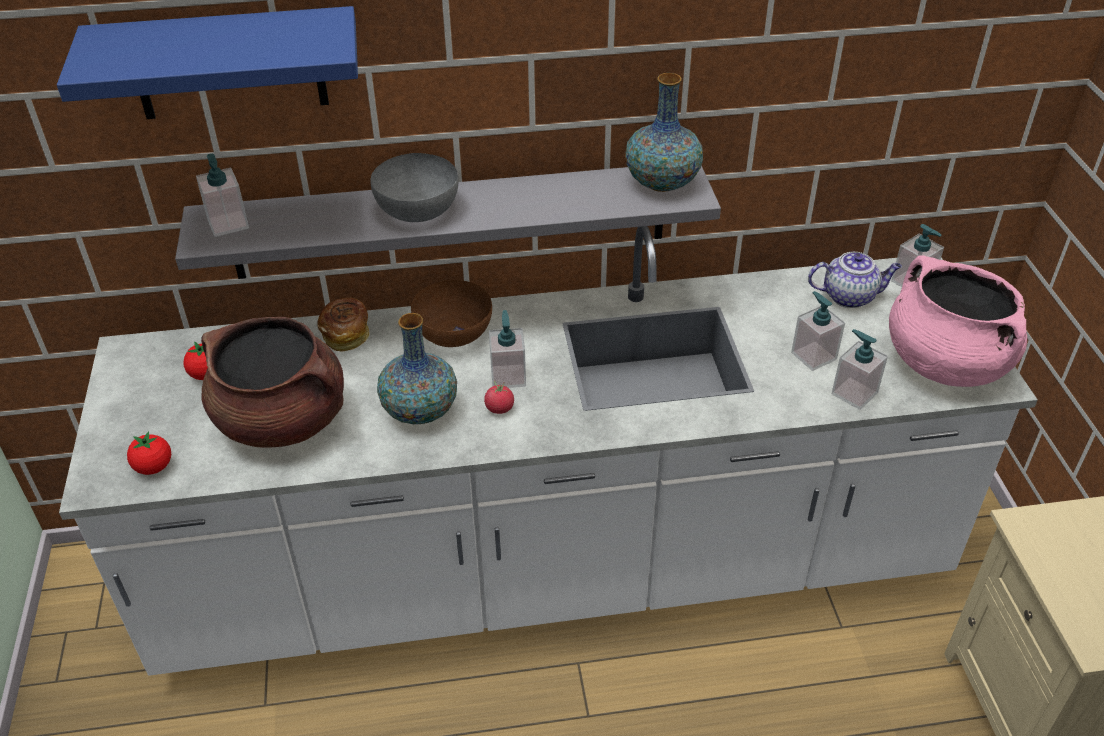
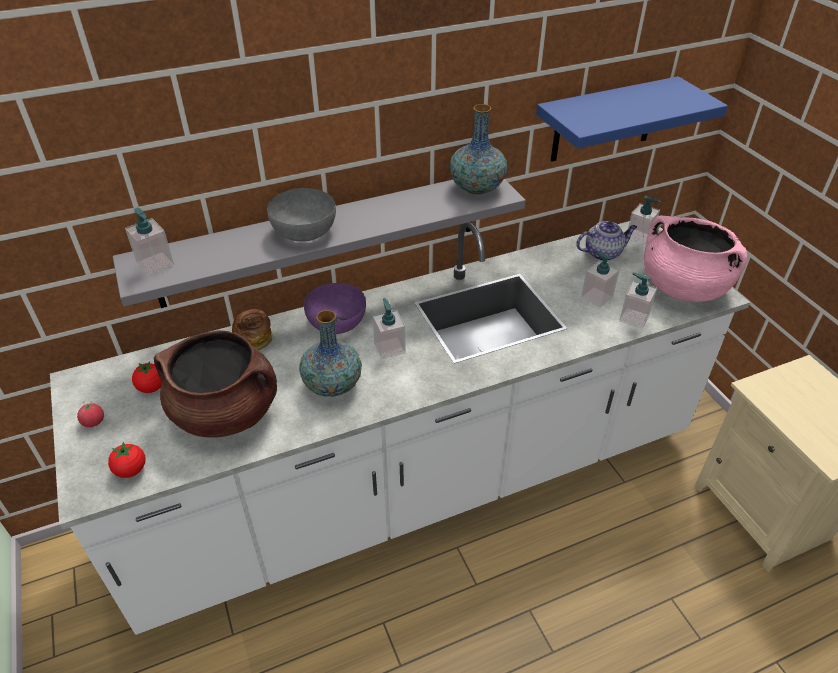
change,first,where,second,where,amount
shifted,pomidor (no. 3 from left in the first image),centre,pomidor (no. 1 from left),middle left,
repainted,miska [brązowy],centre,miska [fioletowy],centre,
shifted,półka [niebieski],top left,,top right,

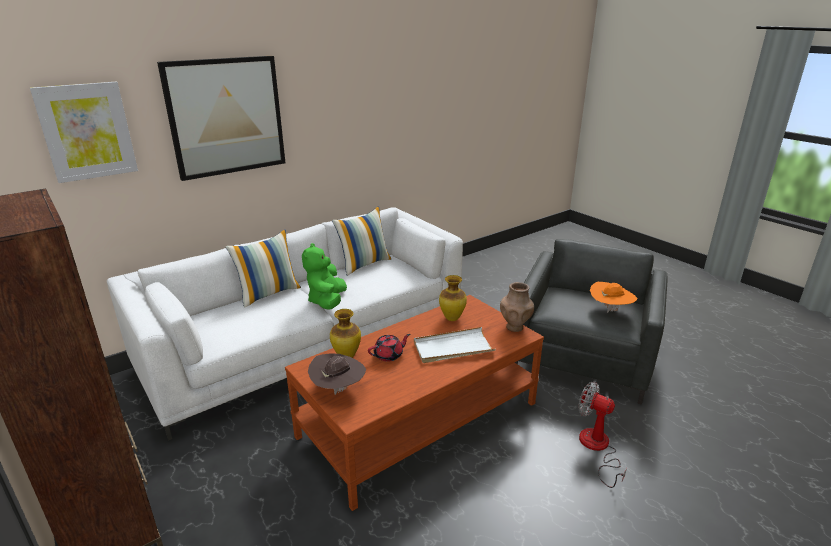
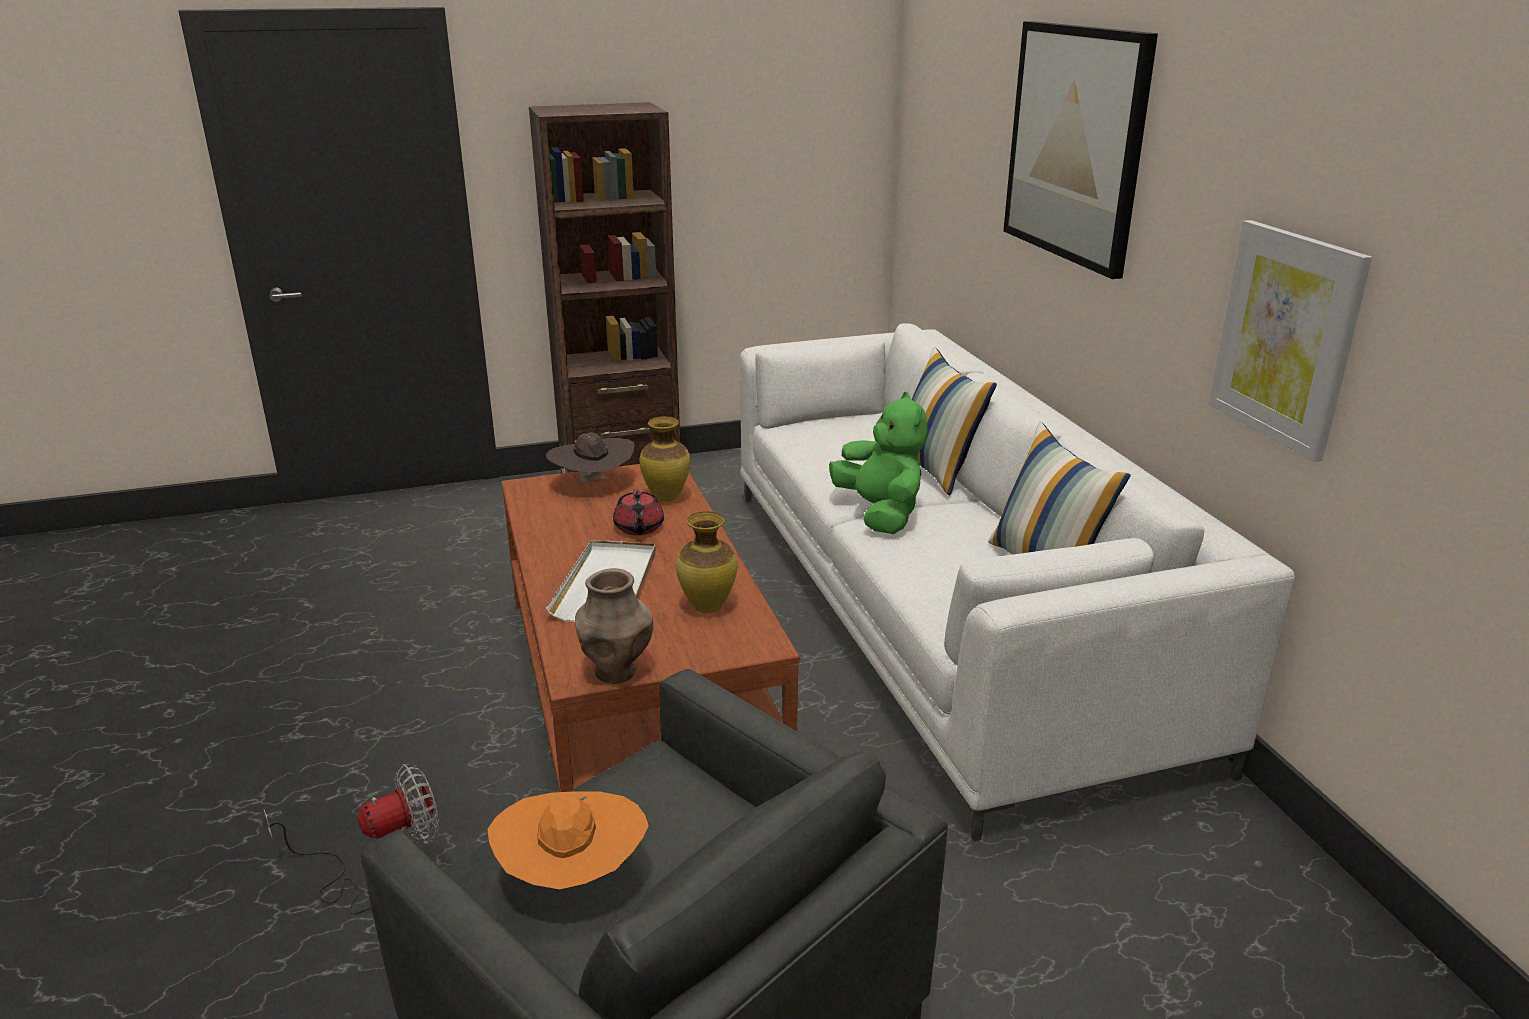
change,first,where,second,where,amount
rotated,pluszak [zielony],centre,,centre,45 degrees clockwise
shifted,obraz (no. 1 from left in the first image),top left,obraz (no. 2 from left),middle right,

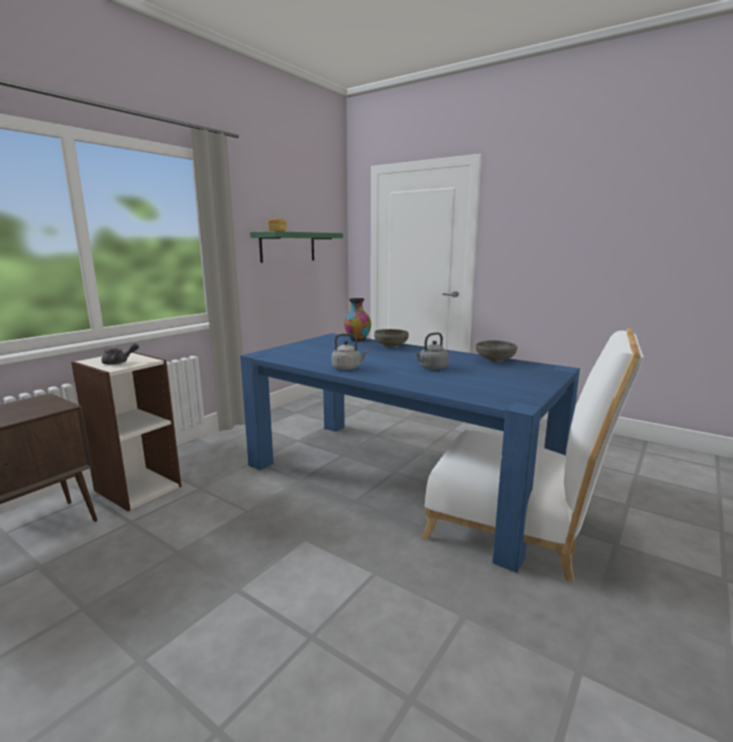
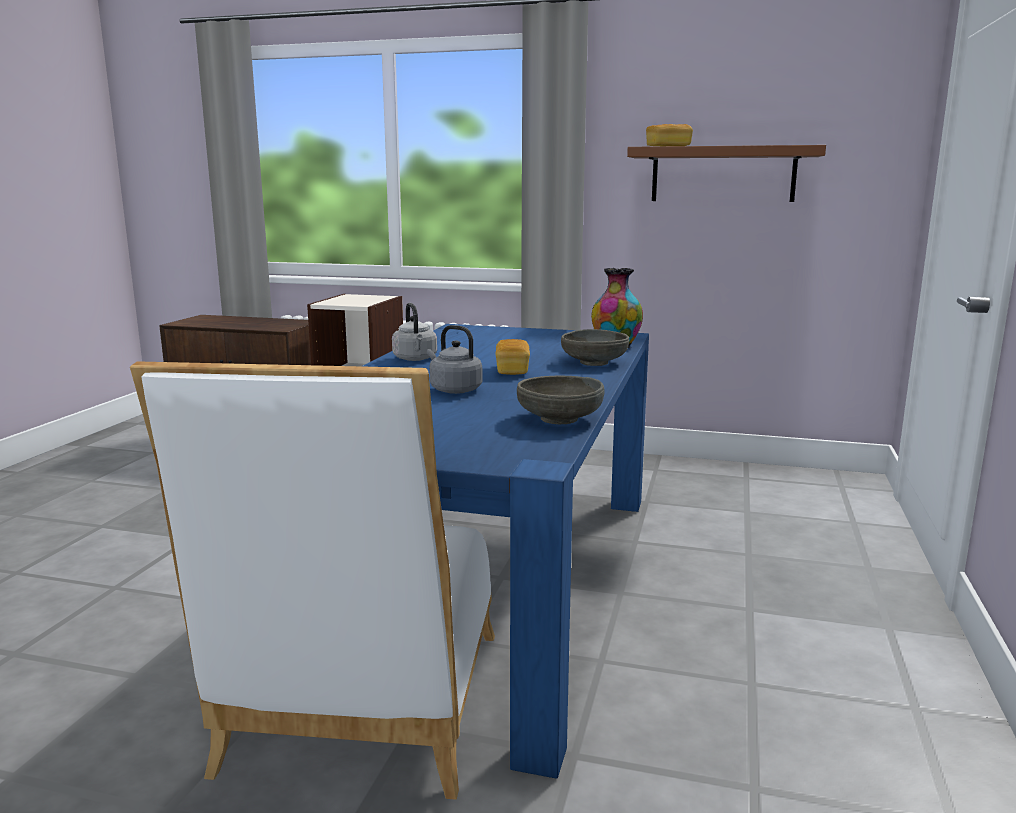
change,first,where,second,where,amount
new,,,chleb (no. 1 from left),centre,
repainted,półka [zielony],top centre,półka [brązowy],top right,
gone,imbryk [szary],middle left,,,

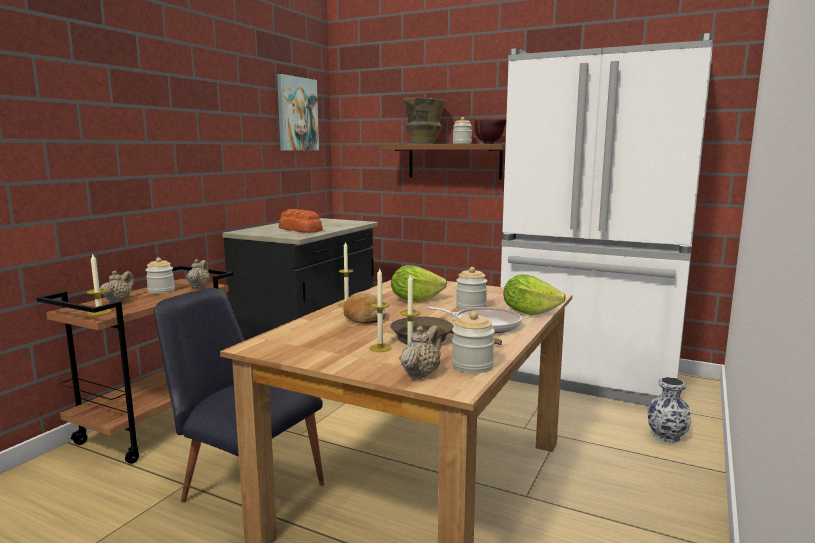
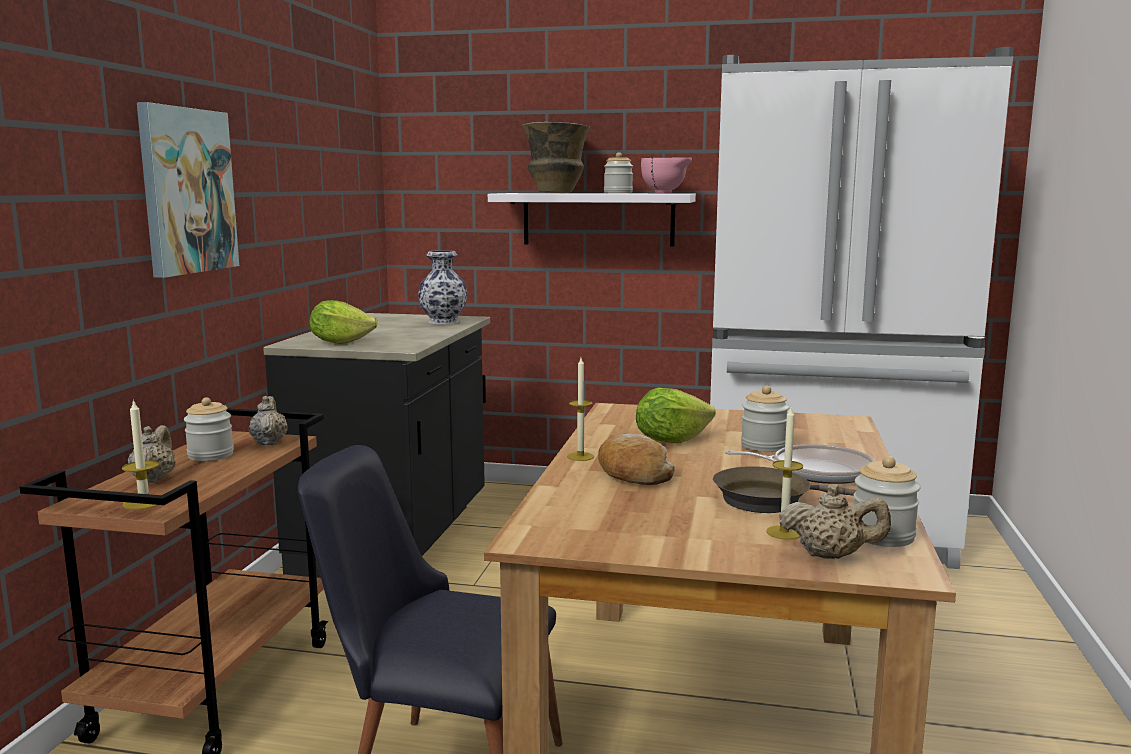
change,first,where,second,where,amount
shifted,obraz,top centre,,top left,
shifted,sałata (no. 2 from left in the first image),centre,sałata (no. 1 from left),middle left,
shifted,wazon (no. 2 from left in the first image),bottom right,wazon (no. 1 from left),centre,
repainted,półka [brązowy],top centre,półka [biały],top centre,
repainted,miska [brązowy],top centre,miska [różowy],top centre,
rotated,imbryk [beżowy] (no. 3 from left),centre,,bottom right,90 degrees clockwise
gone,chleb (no. 1 from left),centre,,,
gone,świeca (no. 3 from left),centre,,,

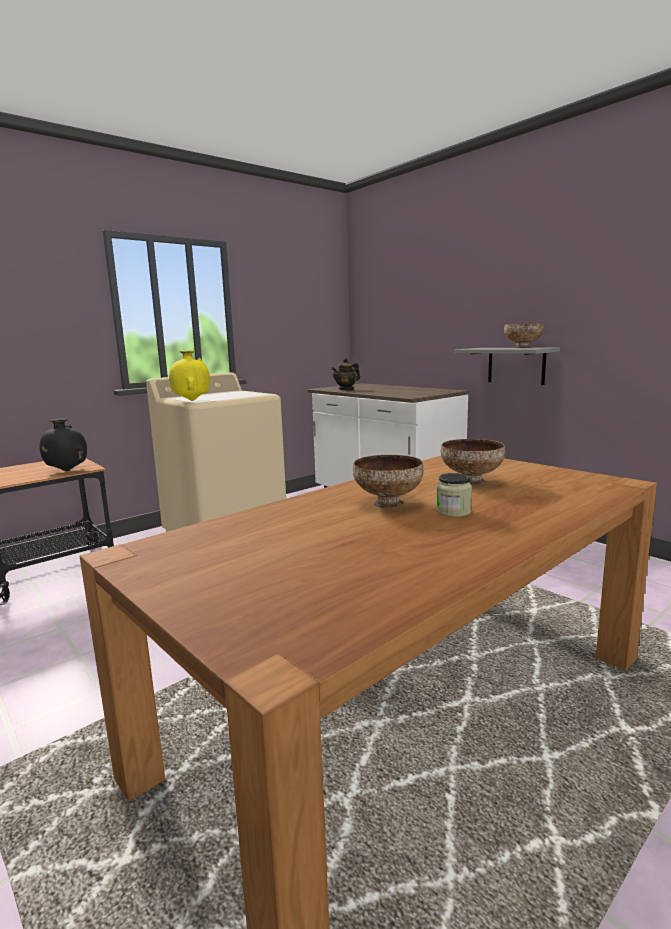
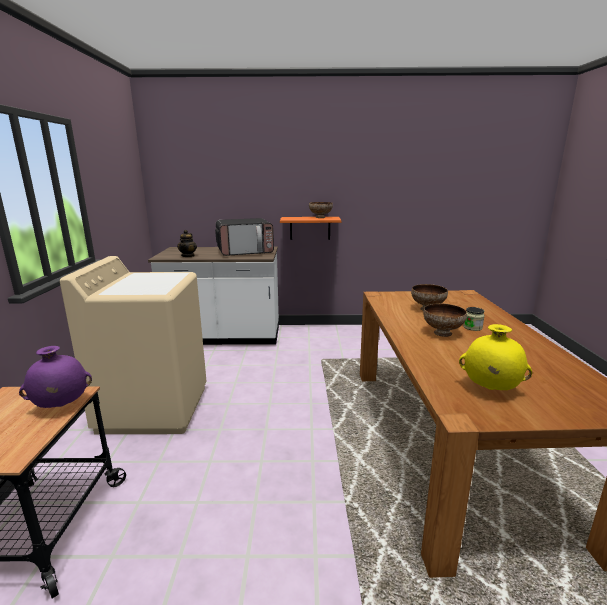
change,first,where,second,where,amount
repainted,wazon [czarny],middle left,wazon [fioletowy],middle left,
new,,,mikrofalówka,centre,
repainted,półka [szary],middle right,półka [pomarańczowy],centre,
shifted,wazon [żółty],middle left,,middle right,

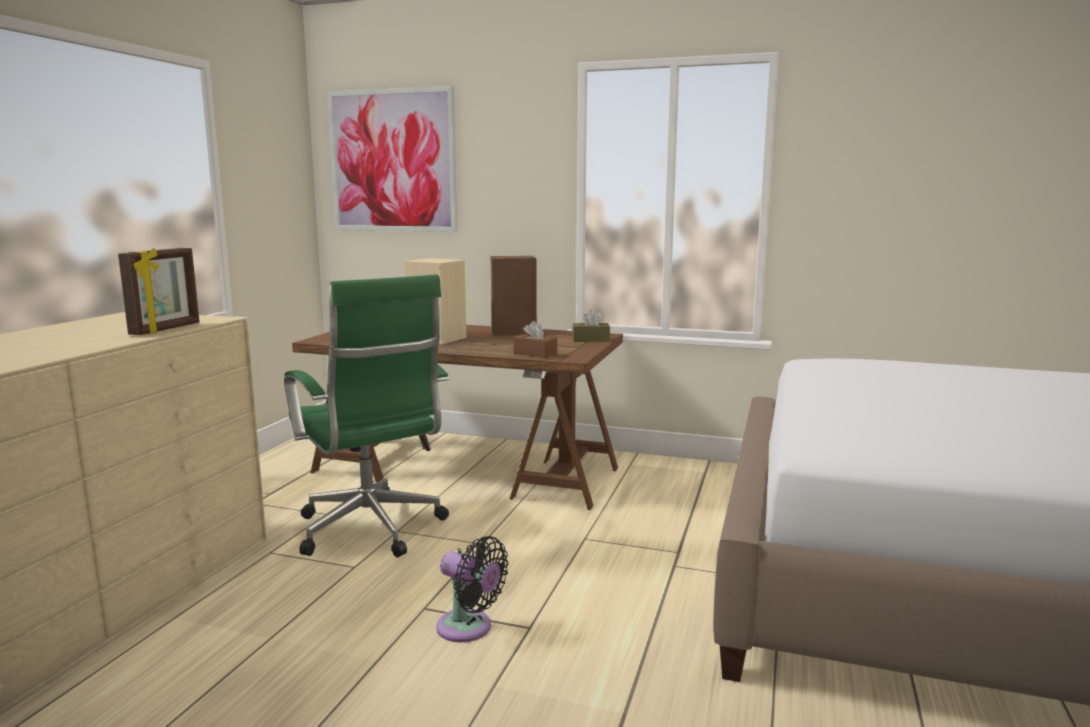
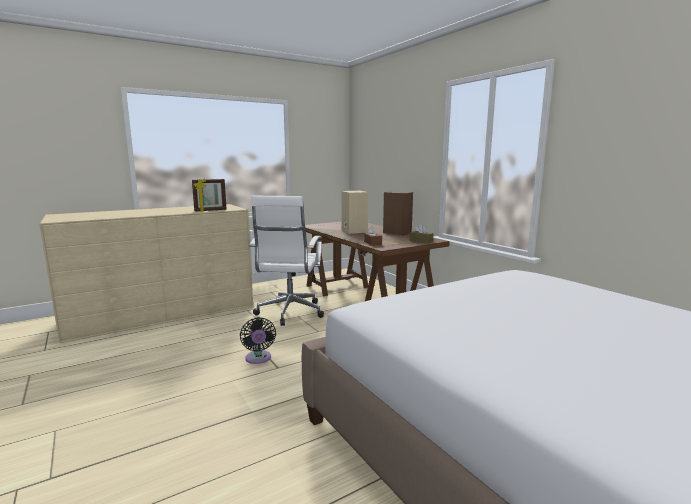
change,first,where,second,where,amount
repainted,krzesło biurowe [zielony],centre,krzesło biurowe [biały],centre,
gone,obraz,top centre,,,

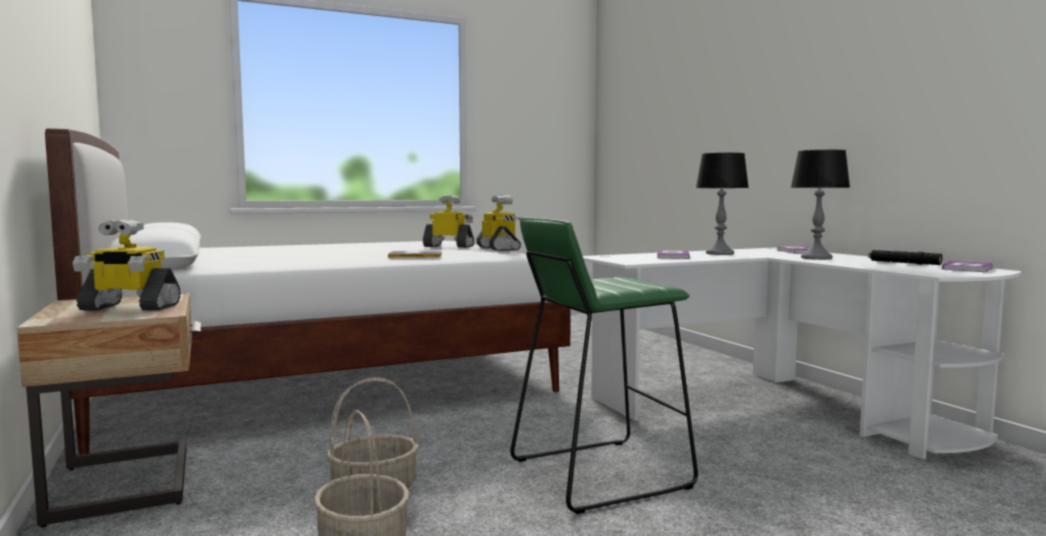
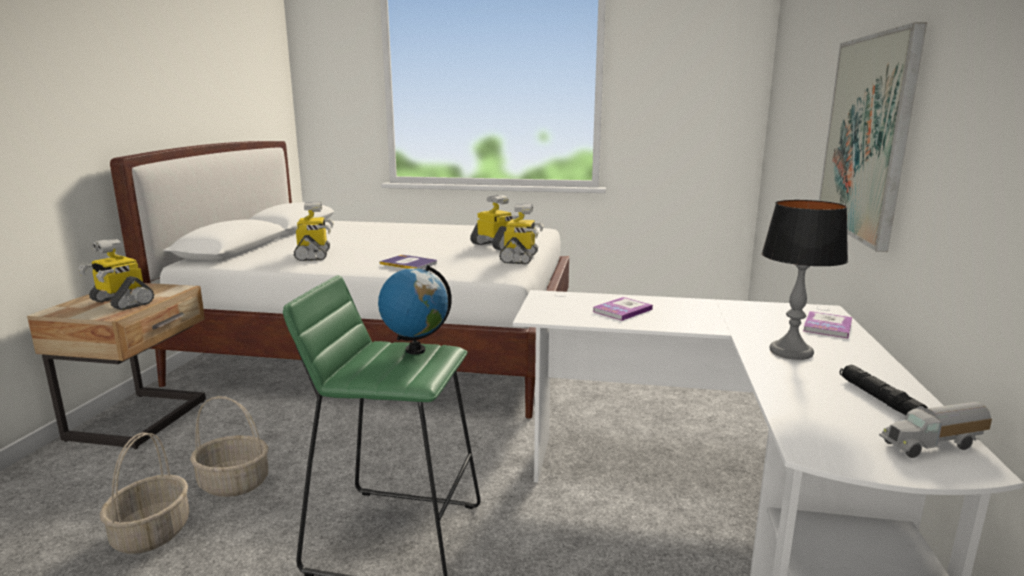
change,first,where,second,where,amount
new,,,robot zabawkowy (no. 2 from left),middle left,
new,,,globus,centre,
new,,,obraz,top right,
swapped,książka (no. 4 from left),middle right,ciężarówka zabawkowa,bottom right,
gone,lampa stołowa (no. 1 from left),middle right,,,

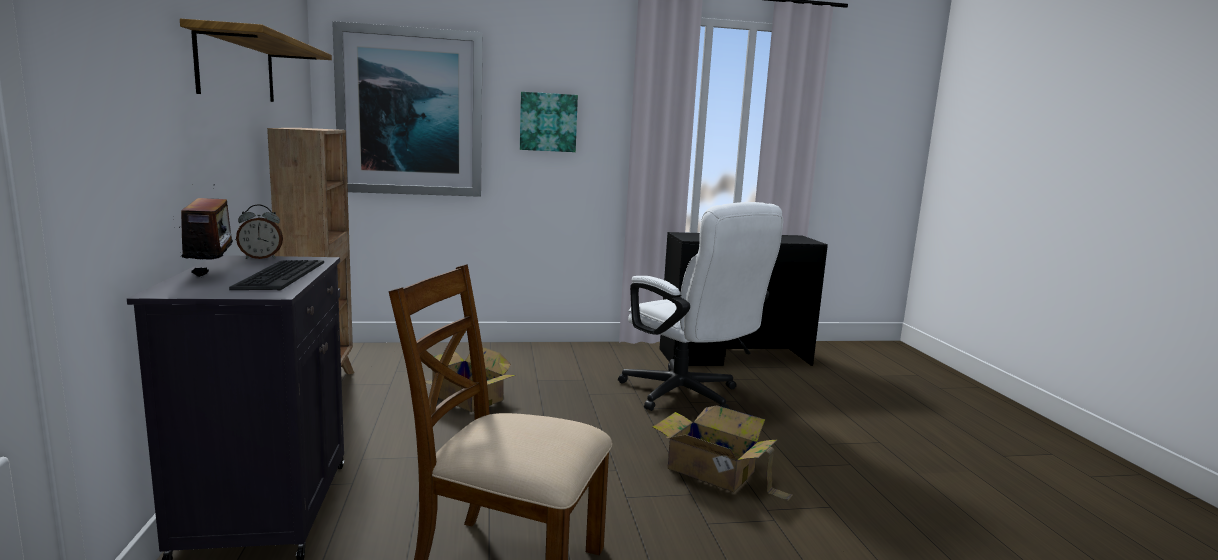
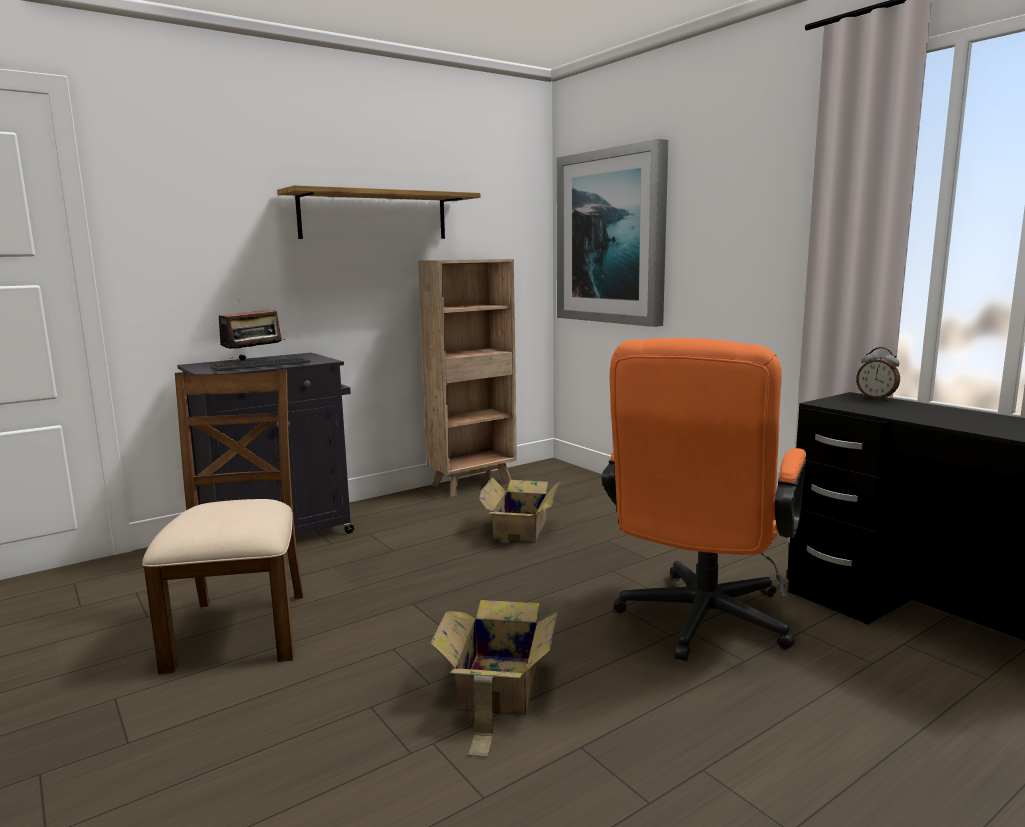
change,first,where,second,where,amount
repainted,krzesło biurowe [biały],centre,krzesło biurowe [pomarańczowy],middle right,
shifted,budzik,middle left,,middle right,
gone,obraz (no. 2 from left),top centre,,,

